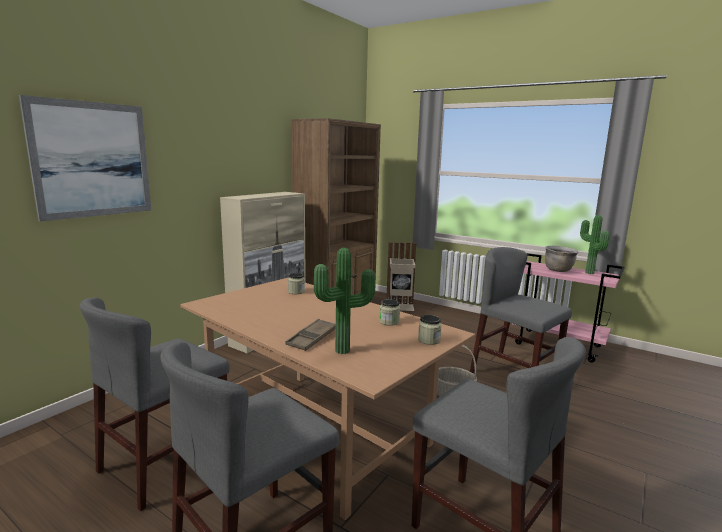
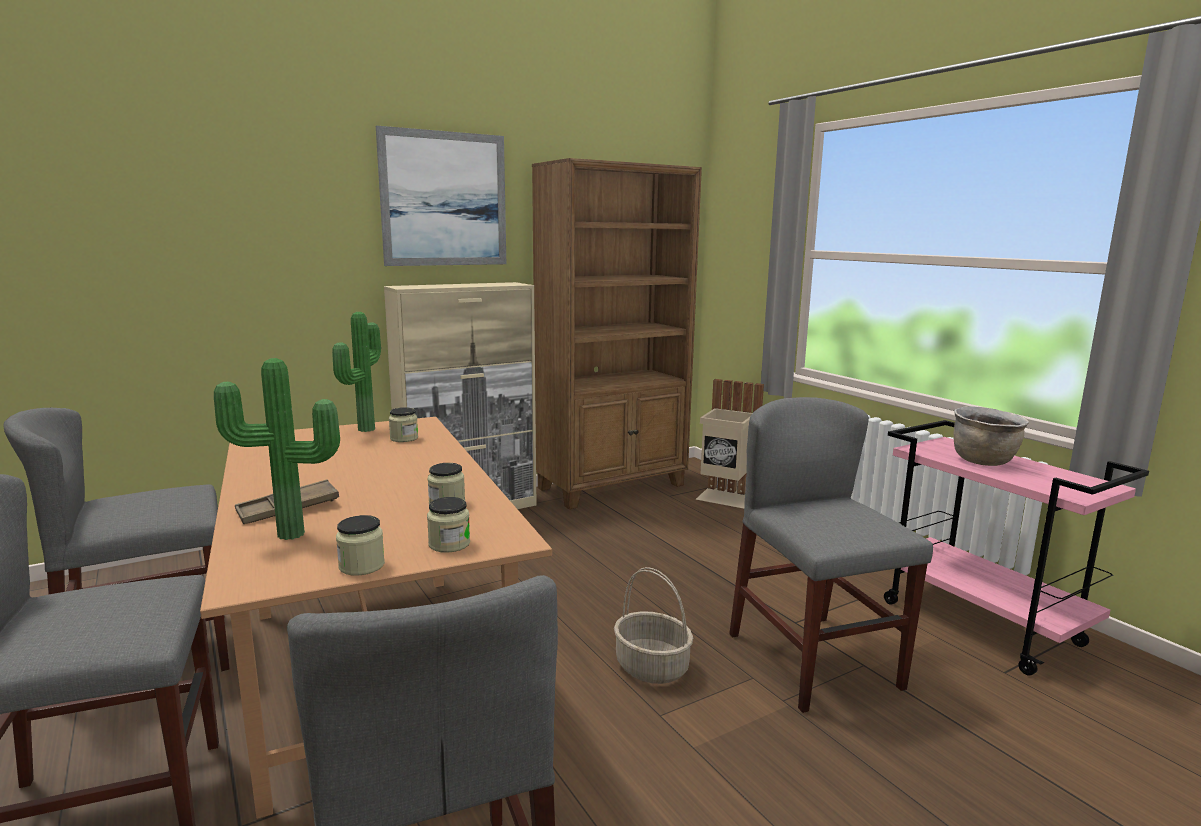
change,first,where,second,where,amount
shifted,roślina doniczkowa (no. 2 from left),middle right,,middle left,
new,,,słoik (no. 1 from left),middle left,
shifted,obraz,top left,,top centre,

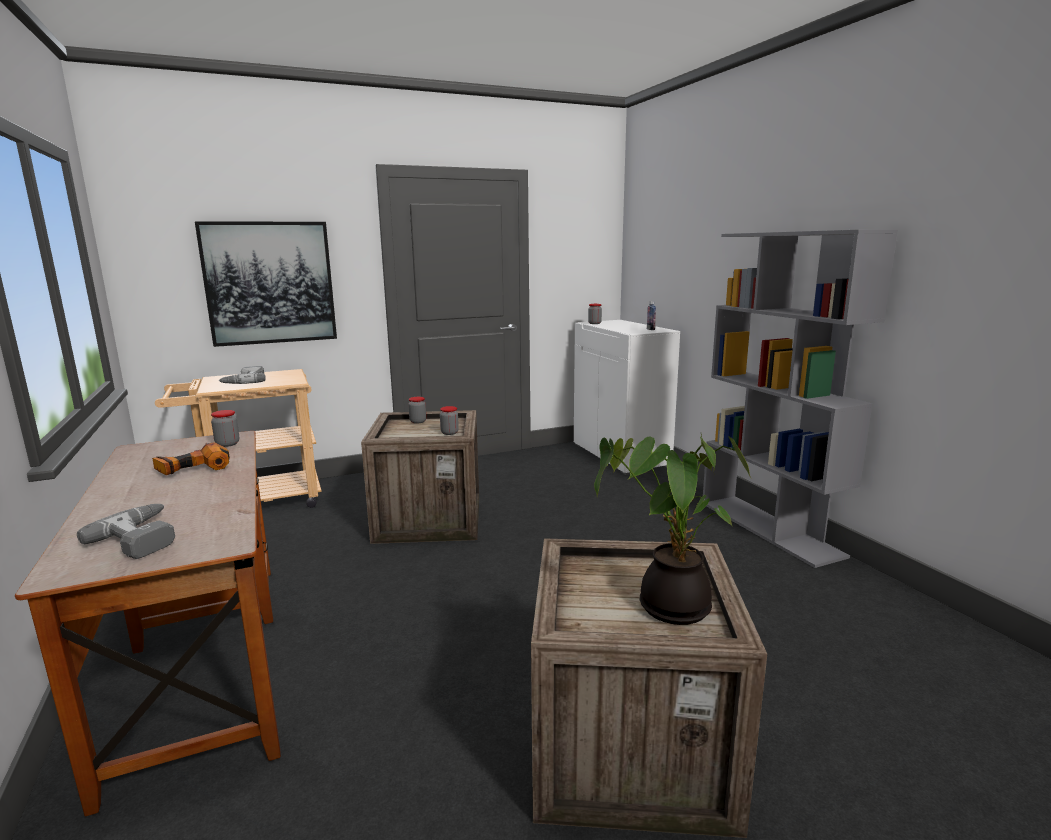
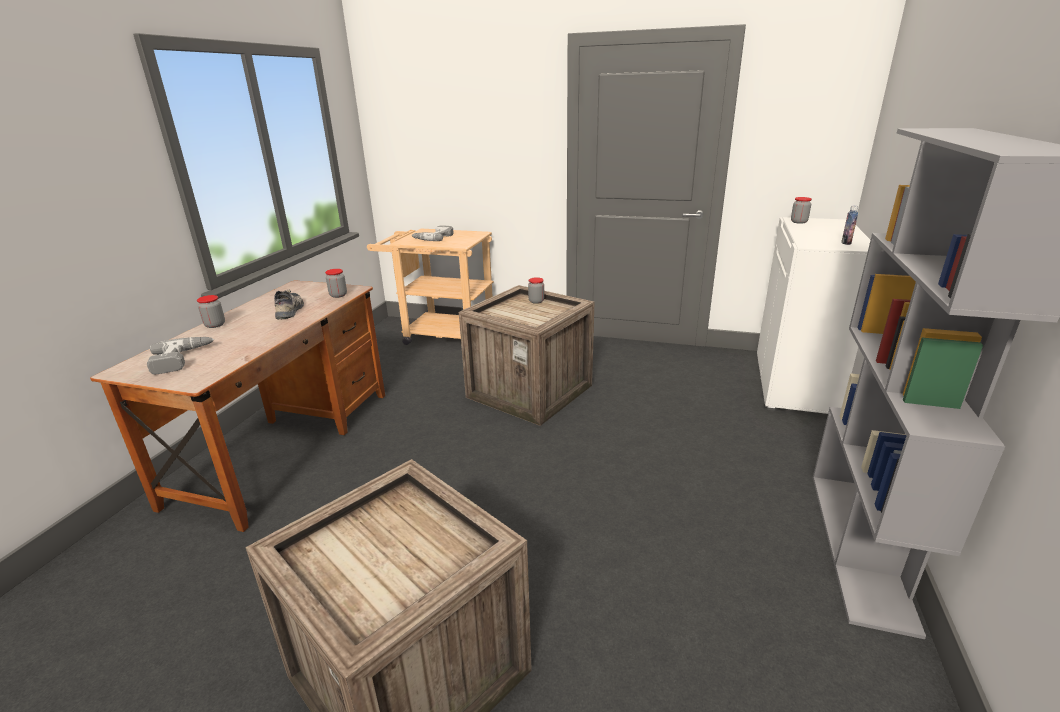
change,first,where,second,where,amount
shifted,słoik (no. 3 from left in the first image),centre,słoik (no. 1 from left),middle left,
swapped,wiertarka (no. 2 from left),middle left,but,middle left,
gone,obraz,middle left,,,
gone,roślina doniczkowa,centre,,,

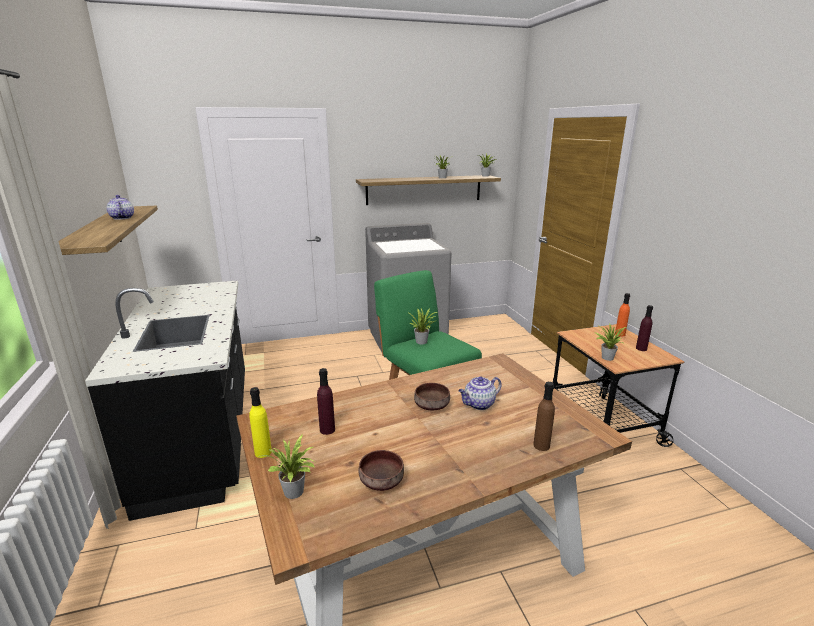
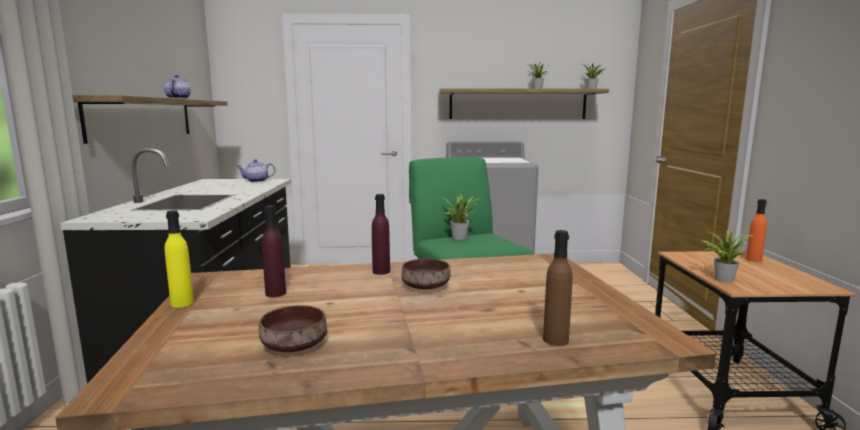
change,first,where,second,where,amount
shifted,imbryk (no. 2 from left),centre,,middle left,
shifted,butelka [fioletowy] (no. 2 from left),middle right,,centre,
gone,roślina doniczkowa (no. 1 from left),bottom centre,,,

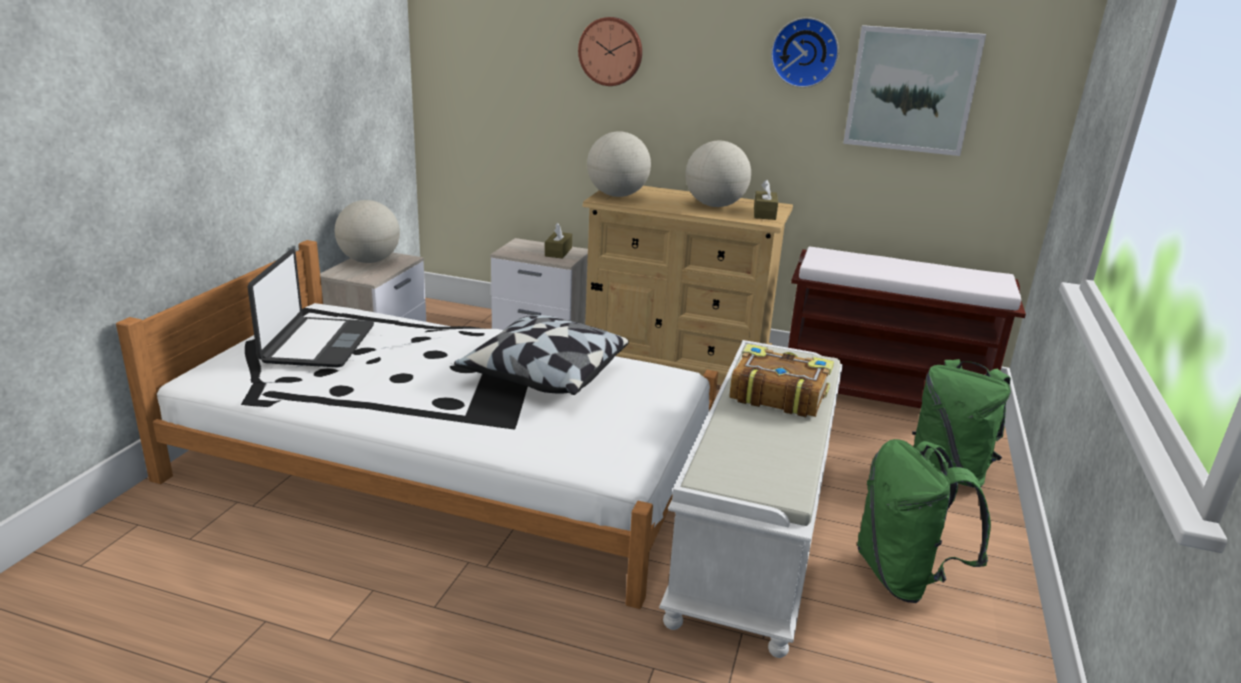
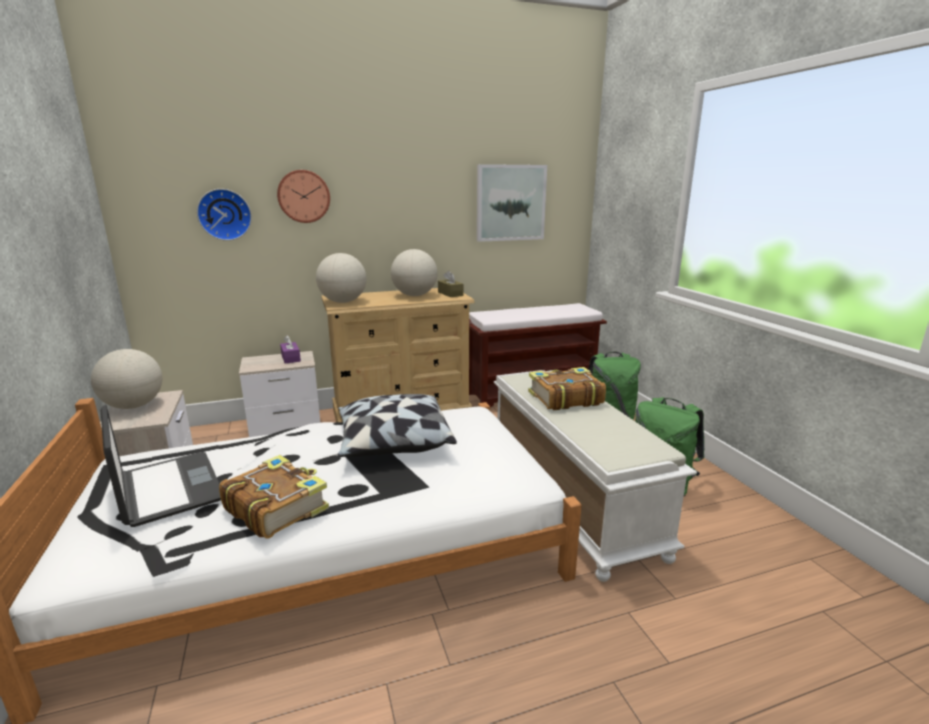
change,first,where,second,where,amount
shifted,zegar ścienny (no. 2 from left in the first image),top centre,zegar ścienny (no. 1 from left),top left,
new,,,książka (no. 1 from left),bottom left,
repainted,pudełko chusteczek [brązowy] (no. 1 from left),centre,pudełko chusteczek [fioletowy],middle left,

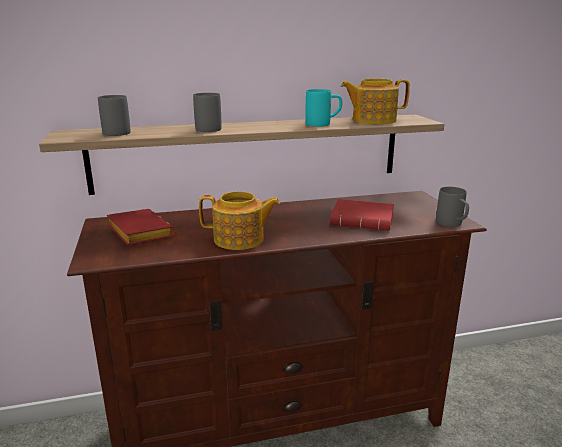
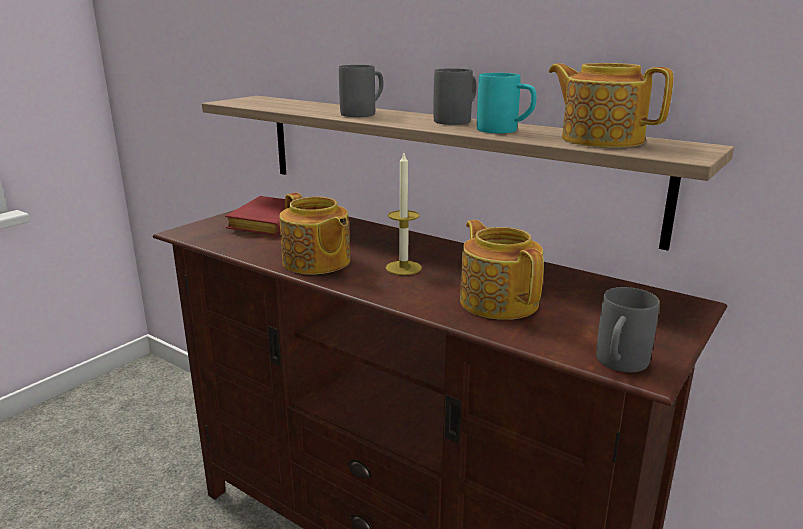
change,first,where,second,where,amount
new,,,świeca,centre,
shifted,kubek [szary] (no. 1 from left in the first image),top left,kubek [szary] (no. 2 from left),top centre,
swapped,książka [czerwony] (no. 2 from left),centre,imbryk (no. 2 from left),centre,

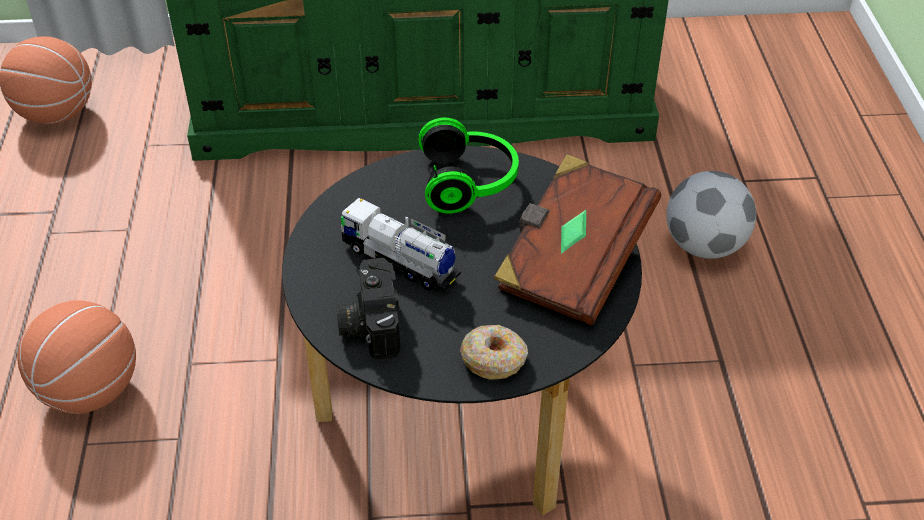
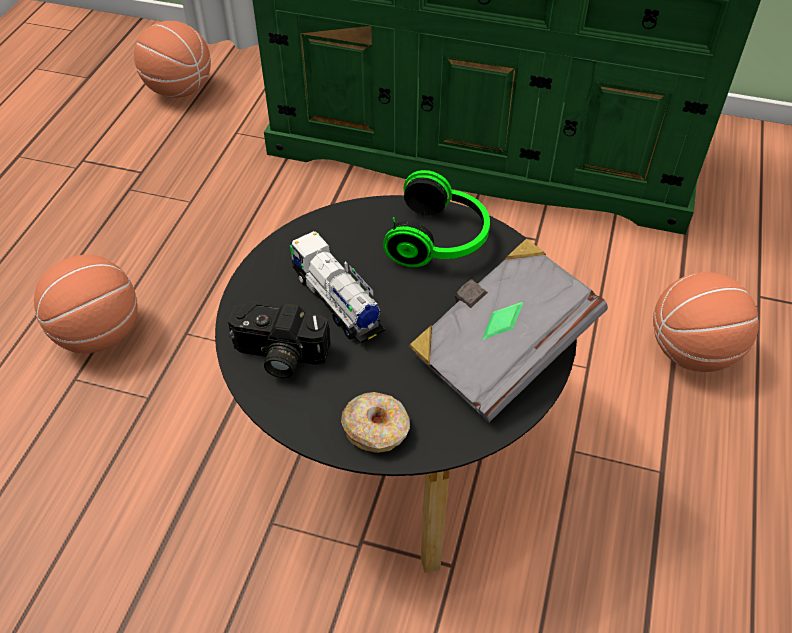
change,first,where,second,where,amount
rotated,aparat fotograficzny,centre,,centre,90 degrees counterclockwise
repainted,książka [brązowy],centre,książka [szary],centre,
swapped,piłka futbolowa,middle right,piłka do koszykówki (no. 3 from left),middle right,

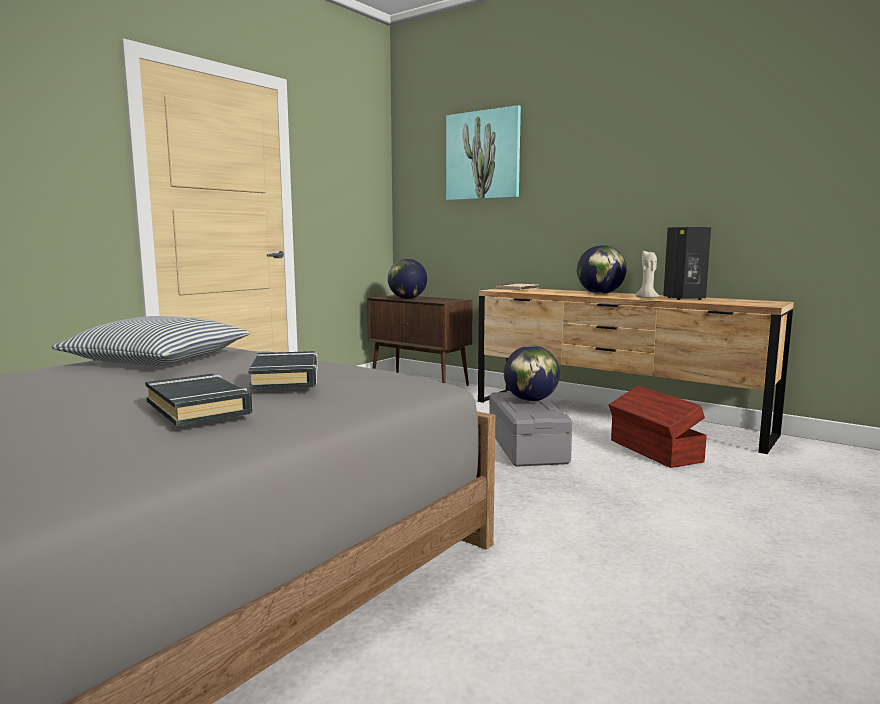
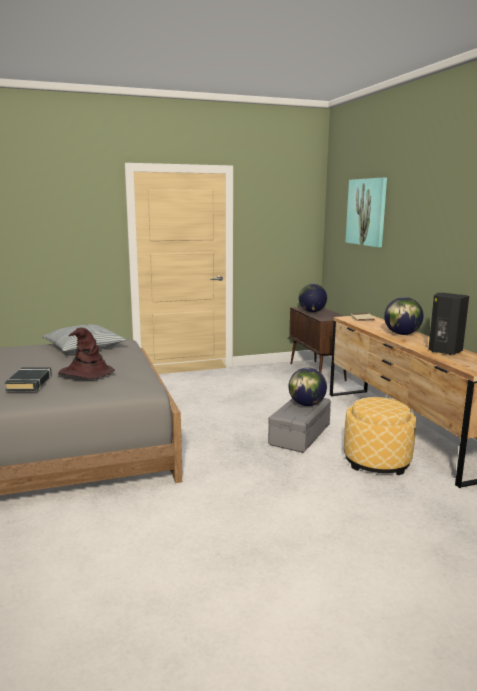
change,first,where,second,where,amount
swapped,książka [czarny] (no. 2 from left),middle left,kapelusz [brązowy],middle left,
swapped,pojemnik do przechowywania [brązowy],middle right,pufa,middle right,
gone,świeca [beżowy],middle right,,,

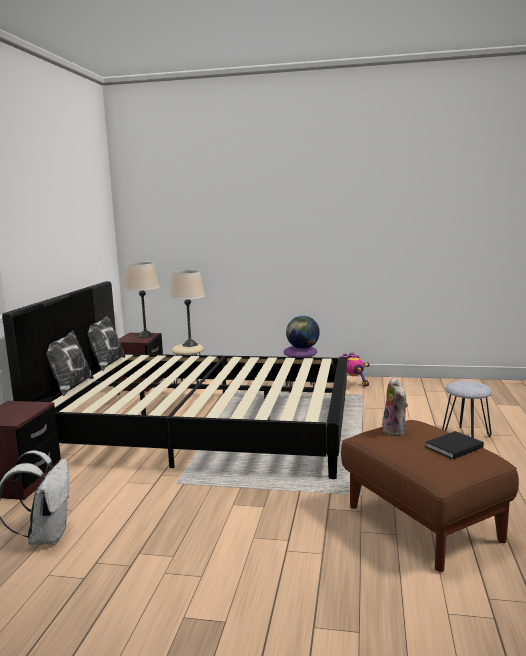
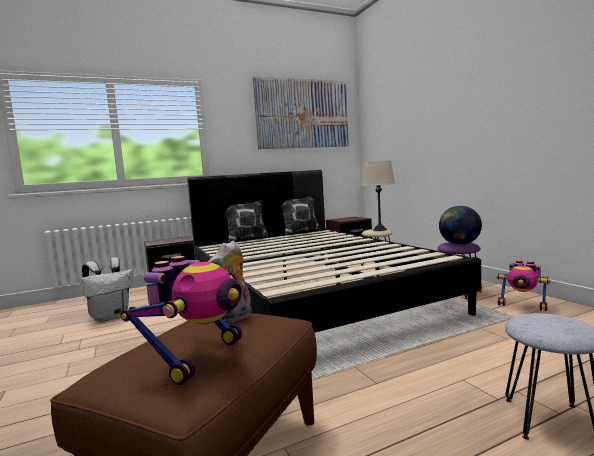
change,first,where,second,where,amount
swapped,książka [czarny],bottom right,robot zabawkowy (no. 1 from left),bottom left,
new,,,obraz,top centre,
gone,lampa stołowa [beżowy] (no. 1 from left),middle left,,,

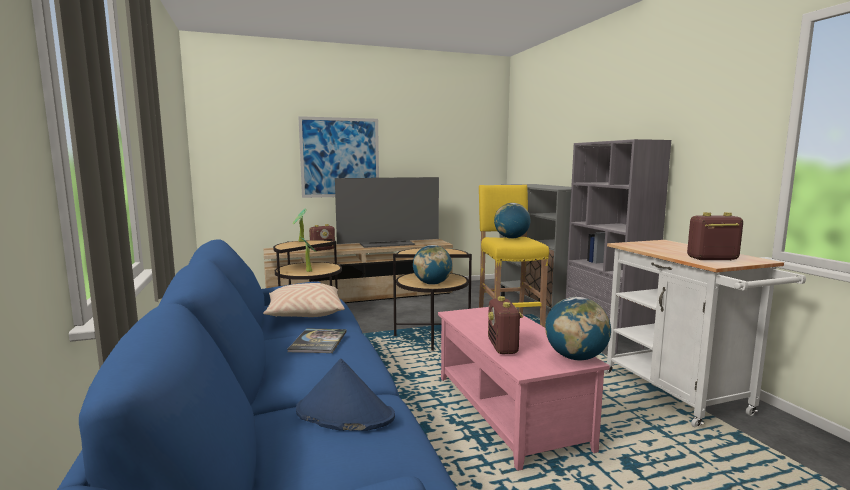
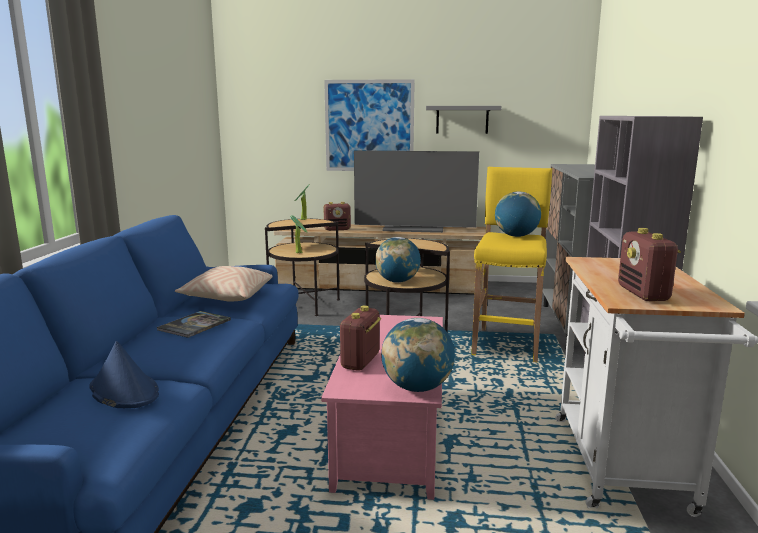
change,first,where,second,where,amount
new,,,półka [szary],top centre,
rotated,radio (no. 3 from left),middle right,,middle right,120 degrees counterclockwise

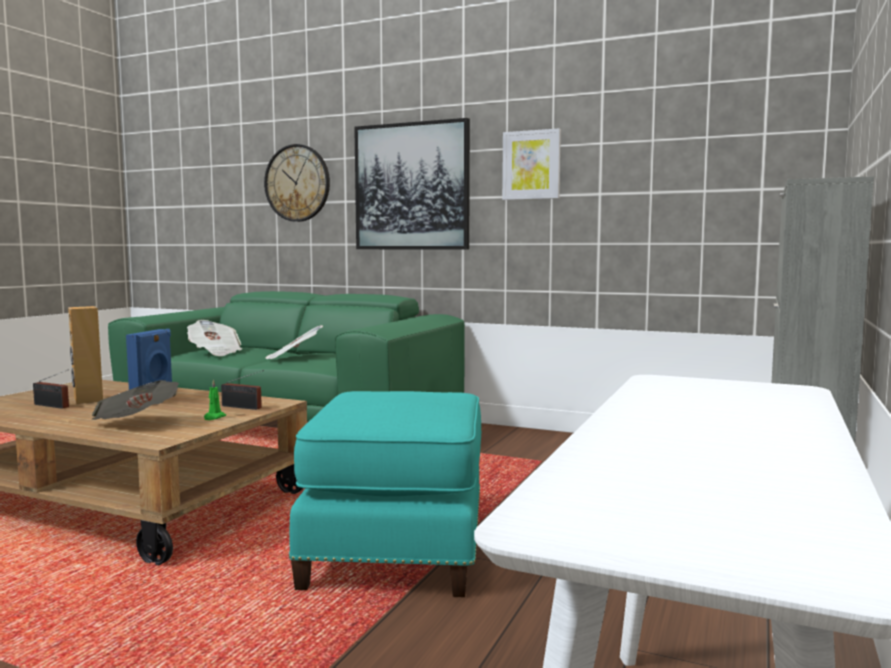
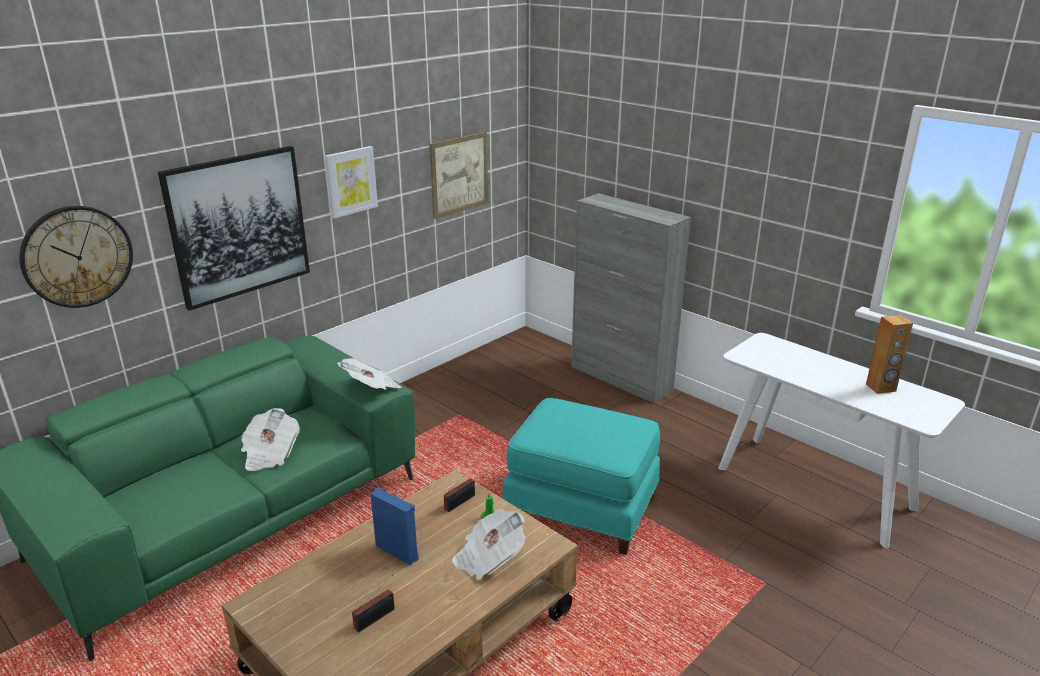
change,first,where,second,where,amount
shifted,gazeta (no. 2 from left),middle left,,centre,
new,,,obraz (no. 3 from left),top centre,
shifted,głośnik [brązowy],middle left,,middle right,

